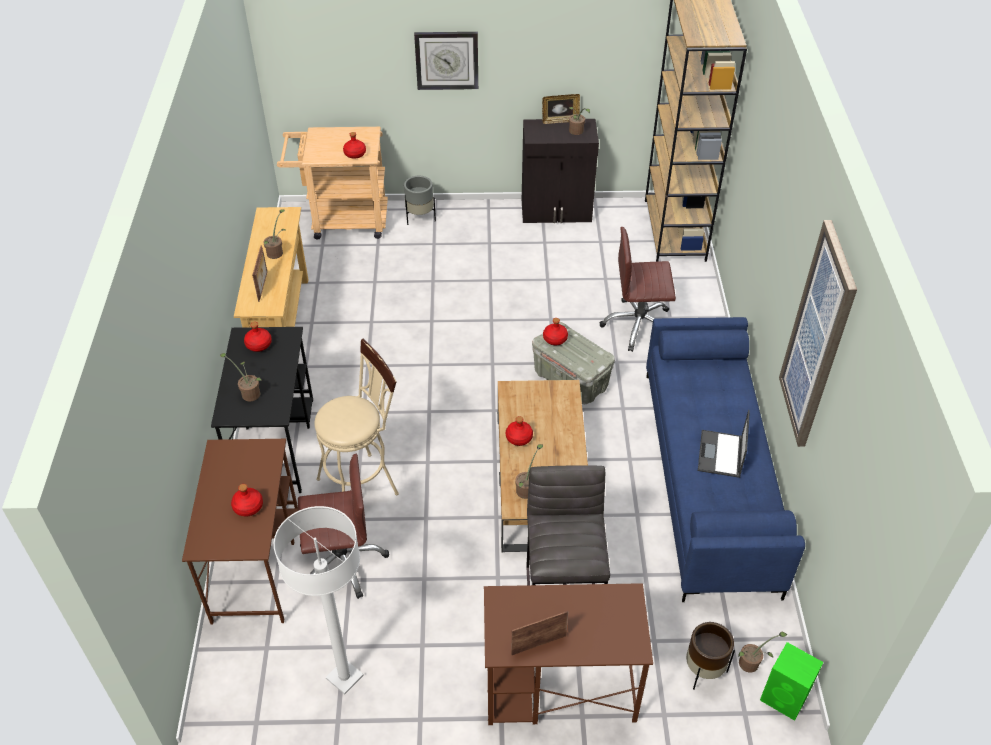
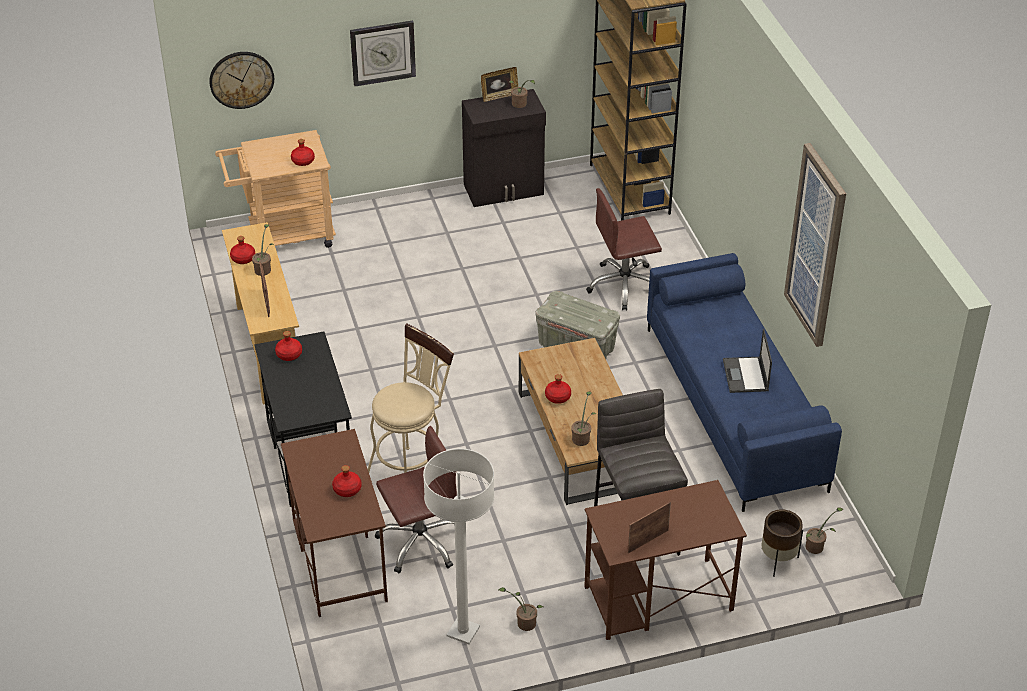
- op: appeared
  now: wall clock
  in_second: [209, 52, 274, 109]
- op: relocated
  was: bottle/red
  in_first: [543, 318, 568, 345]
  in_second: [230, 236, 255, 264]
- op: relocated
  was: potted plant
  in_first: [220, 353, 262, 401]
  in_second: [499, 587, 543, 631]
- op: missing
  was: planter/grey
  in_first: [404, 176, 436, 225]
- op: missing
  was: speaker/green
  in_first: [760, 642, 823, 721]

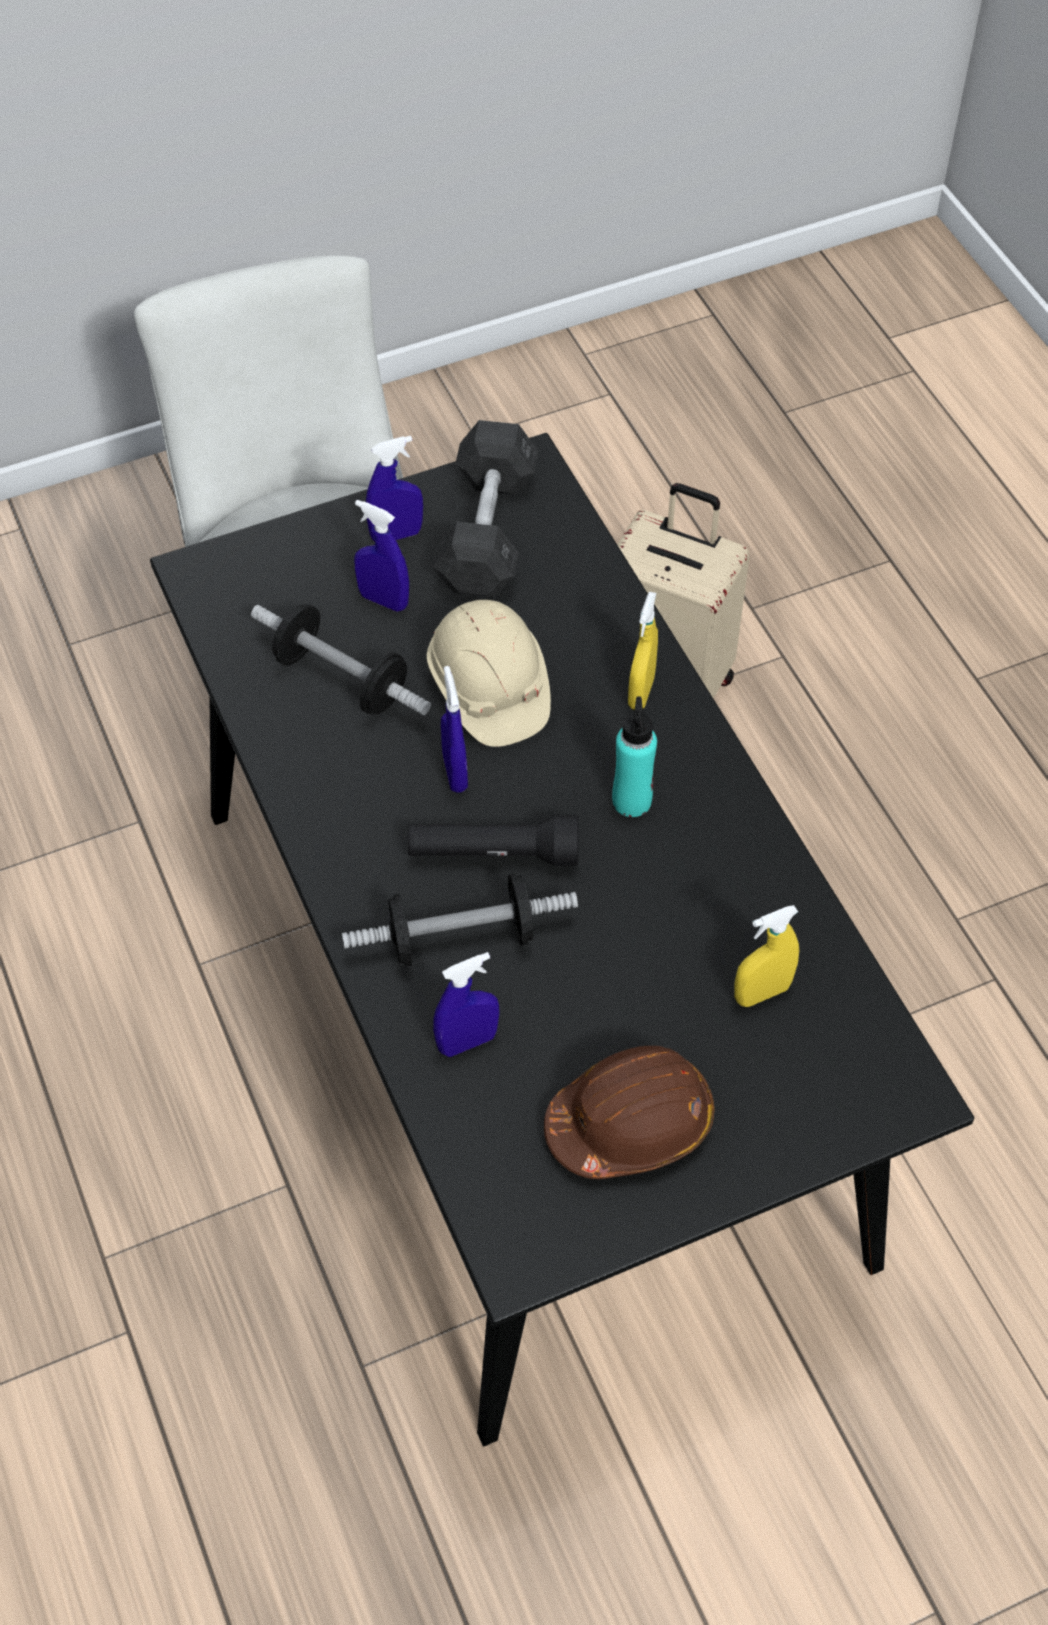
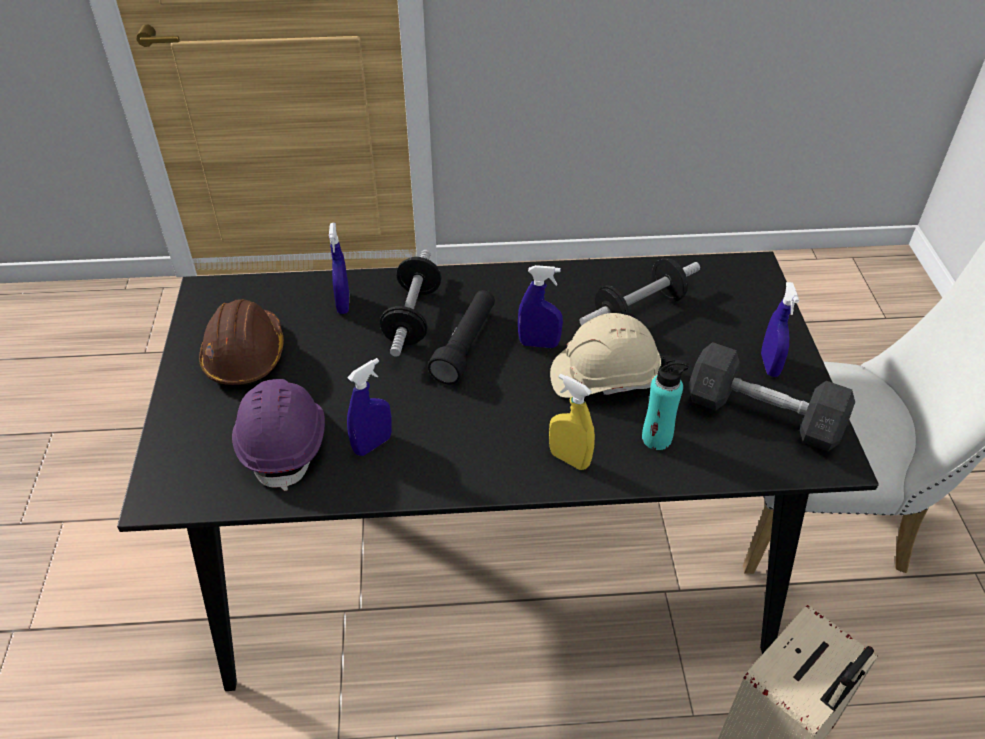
- op: exchanged
  was: spray bottle/yellow
  now: hard hat/purple
  in_first: [734, 905, 799, 1007]
  in_second: [232, 379, 325, 491]
- op: relocated
  was: spray bottle/blue
  in_first: [354, 500, 409, 612]
  in_second: [347, 358, 392, 456]
- op: relocated
  was: bottle/turquoise
  in_first: [612, 697, 657, 817]
  in_second: [642, 356, 689, 450]

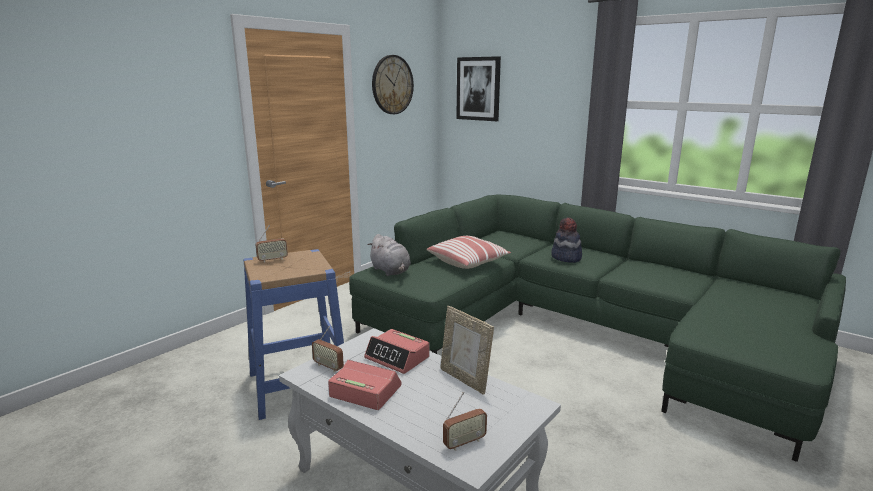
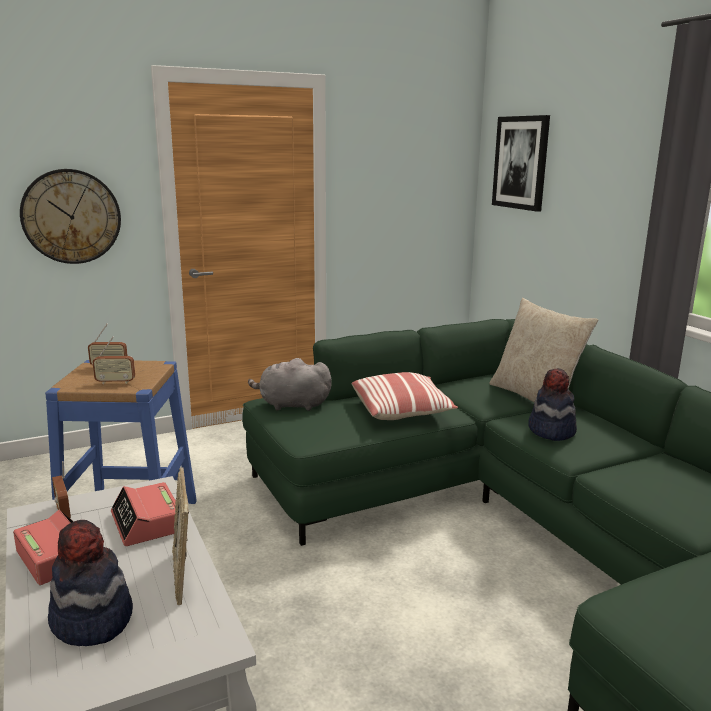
- op: relocated
  was: wall clock
  in_first: [372, 55, 414, 114]
  in_second: [20, 169, 121, 264]
- op: appeared
  now: hat
  in_second: [48, 520, 133, 646]
- op: relocated
  was: radio
  in_first: [443, 392, 487, 451]
  in_second: [92, 337, 135, 384]
- op: spun
  was: plush toy/grey
  in_first: [368, 234, 411, 276]
  in_second: [248, 358, 332, 411]
  clockwise: 105
- op: appeared
  now: pillow/beige
  in_second: [489, 298, 598, 402]

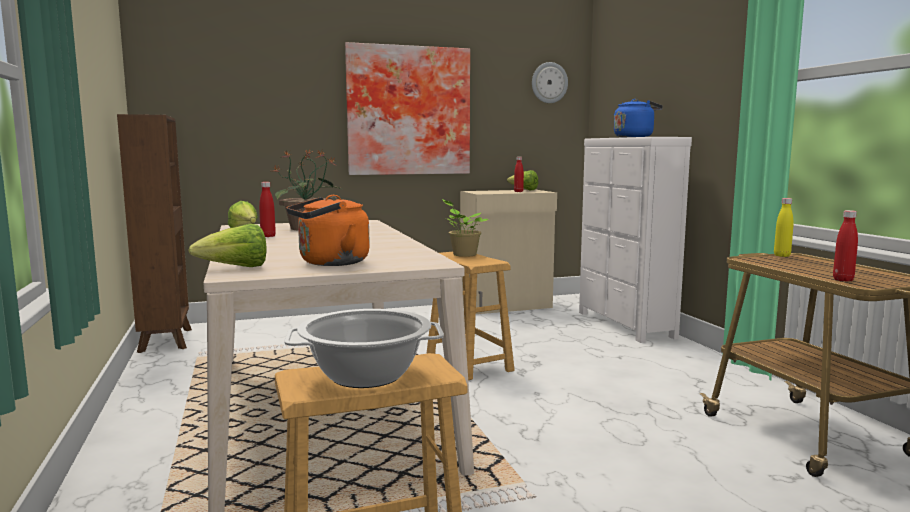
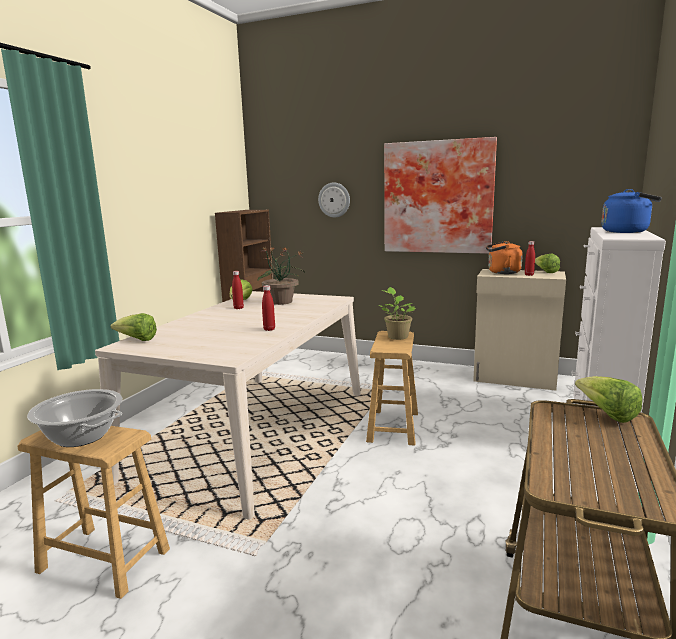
- op: relocated
  was: bottle/red
  in_first: [833, 210, 858, 282]
  in_second: [262, 285, 275, 331]
- op: relocated
  was: wall clock
  in_first: [532, 62, 568, 103]
  in_second: [318, 182, 350, 218]
- op: relocated
  was: kettle/orange
  in_first: [287, 195, 370, 266]
  in_second: [486, 241, 523, 274]
- op: exchanged
  was: bottle/yellow
  now: lettuce
  in_first: [774, 198, 793, 257]
  in_second: [575, 376, 642, 423]

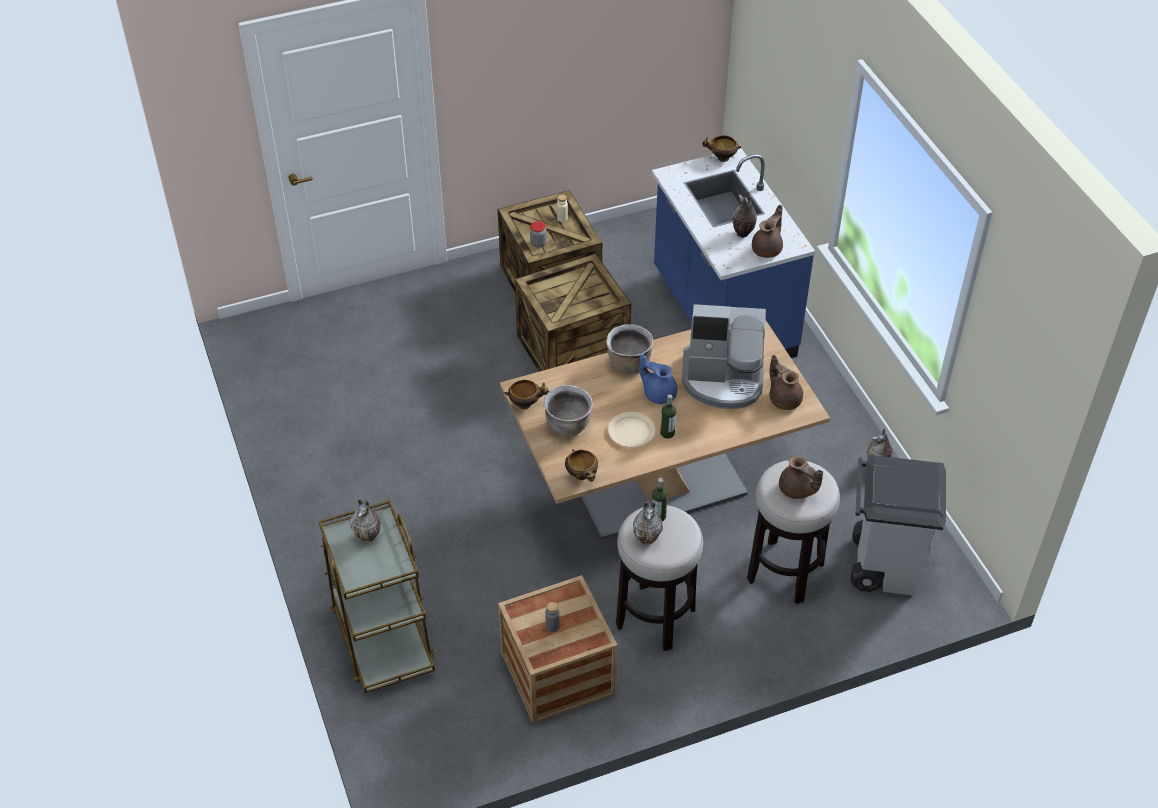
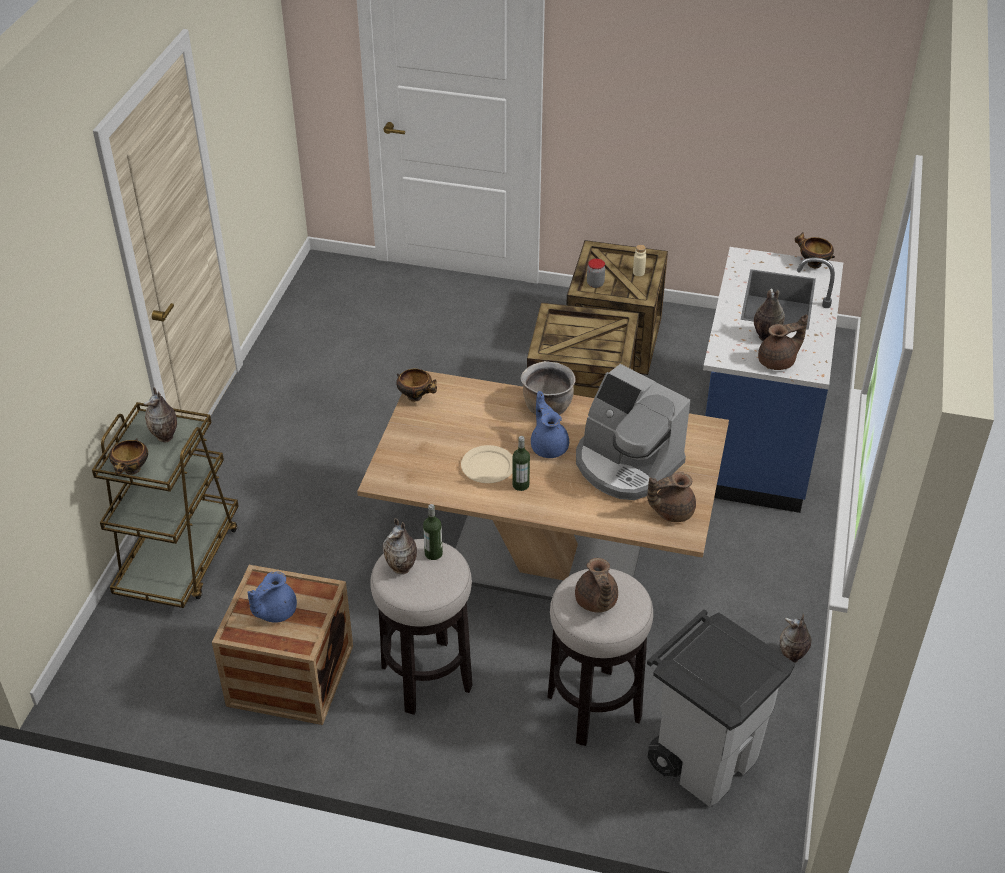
- op: relocated
  was: bowl
  in_first: [565, 449, 598, 482]
  in_second: [109, 439, 148, 475]
- op: exchanged
  was: bottle/grey
  now: teapot/blue
  in_first: [545, 602, 559, 632]
  in_second: [248, 571, 297, 623]
- op: spun
  was: teapot/brown
  in_first: [769, 355, 803, 410]
  in_second: [647, 472, 696, 522]
  clockwise: -105
- op: missing
  was: cooking pot/brown
  in_first: [544, 385, 593, 437]

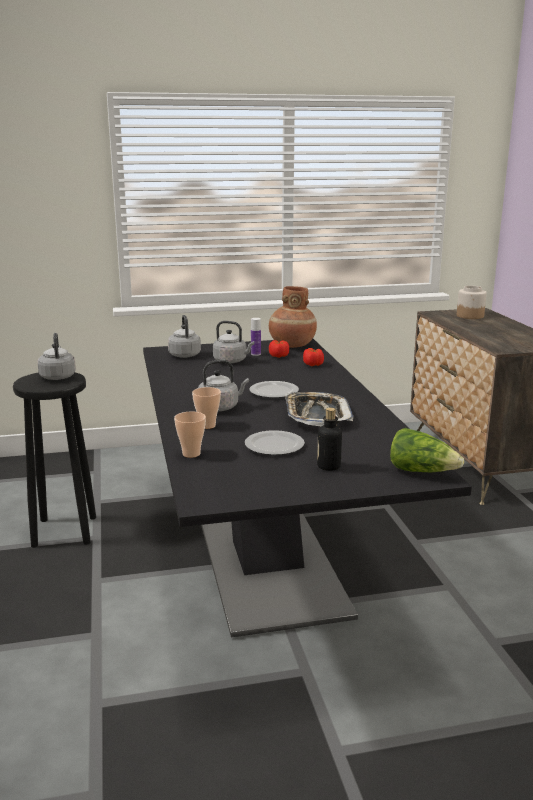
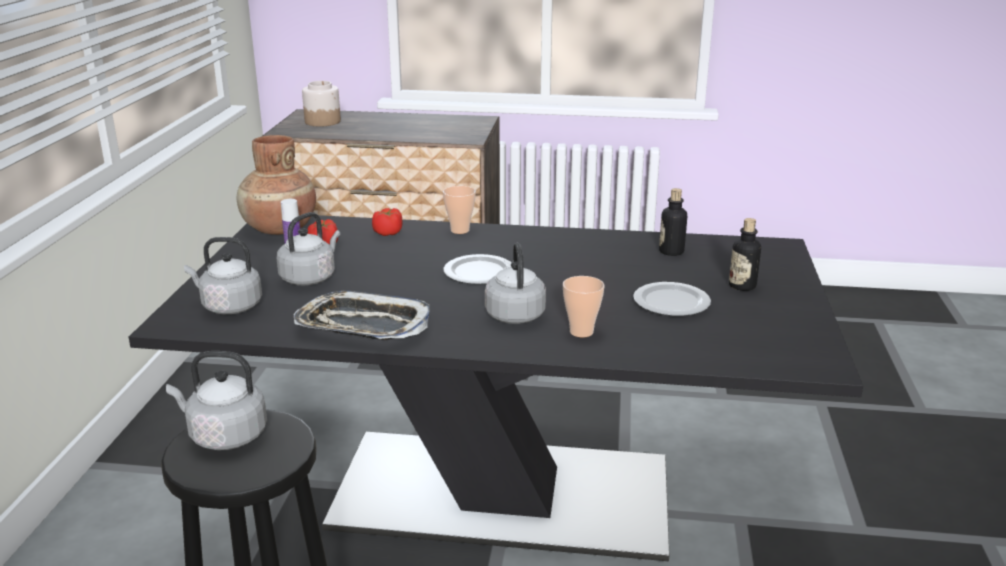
- op: relocated
  was: tray
  in_first: [285, 392, 354, 426]
  in_second: [294, 291, 430, 340]
- op: relocated
  was: cup
  in_first: [174, 411, 206, 458]
  in_second: [443, 186, 476, 234]
- op: appeared
  now: bottle
  in_second: [659, 188, 687, 256]
- op: missing
  was: lettuce
  in_first: [390, 428, 464, 472]

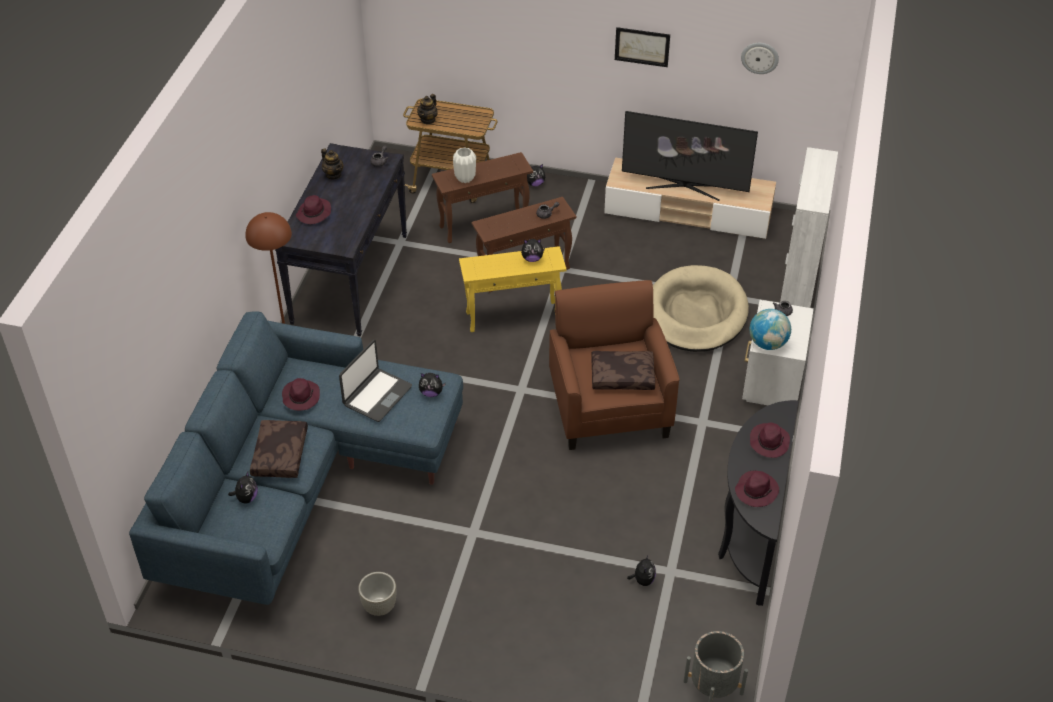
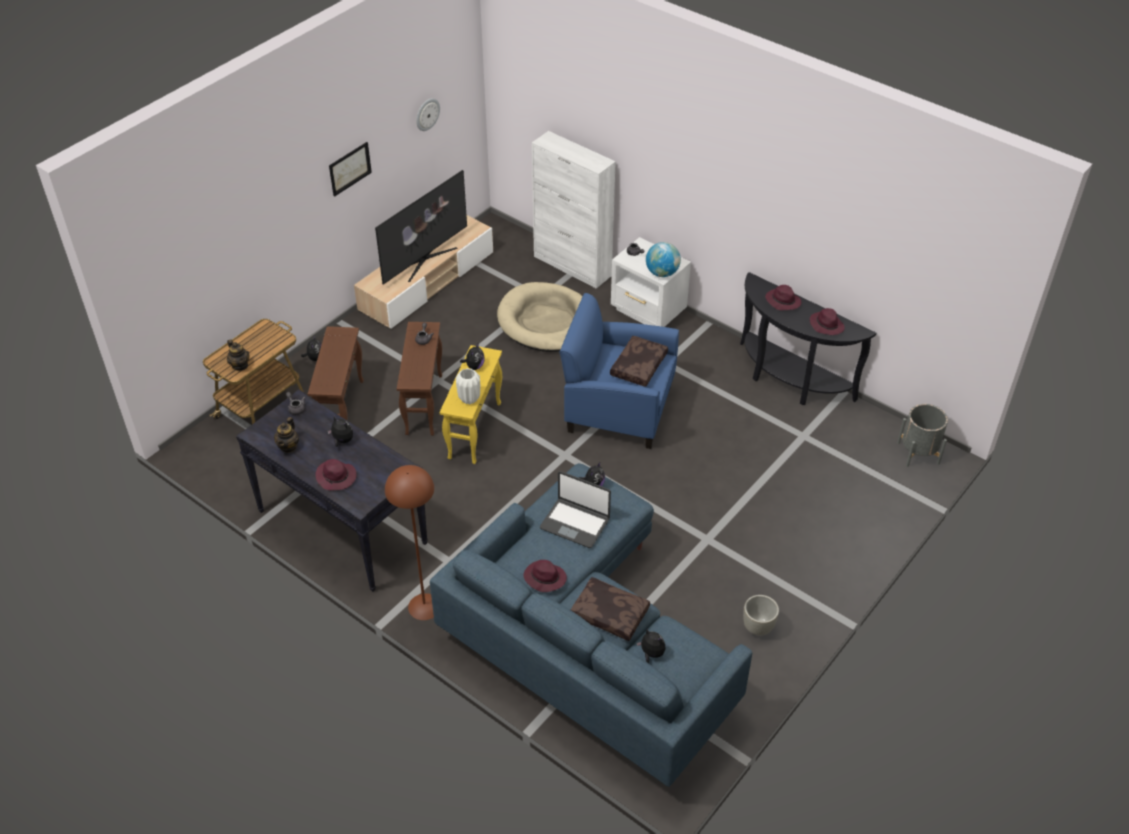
- op: spun
  was: teapot
  in_first: [321, 148, 344, 179]
  in_second: [274, 417, 299, 453]
  clockwise: 120
- op: relocated
  was: plush toy
  in_first: [627, 554, 656, 586]
  in_second: [327, 416, 353, 447]
- op: relocated
  was: vase/white
  in_first: [453, 147, 476, 183]
  in_second: [456, 368, 480, 404]
- op: spun
  was: laptop
  in_first: [339, 340, 412, 422]
  in_second: [540, 471, 611, 548]
  clockwise: 150
- op: colour
  was: armchair/brown
  now: armchair/blue
  in_first: [549, 280, 680, 450]
  in_second: [560, 293, 679, 449]

